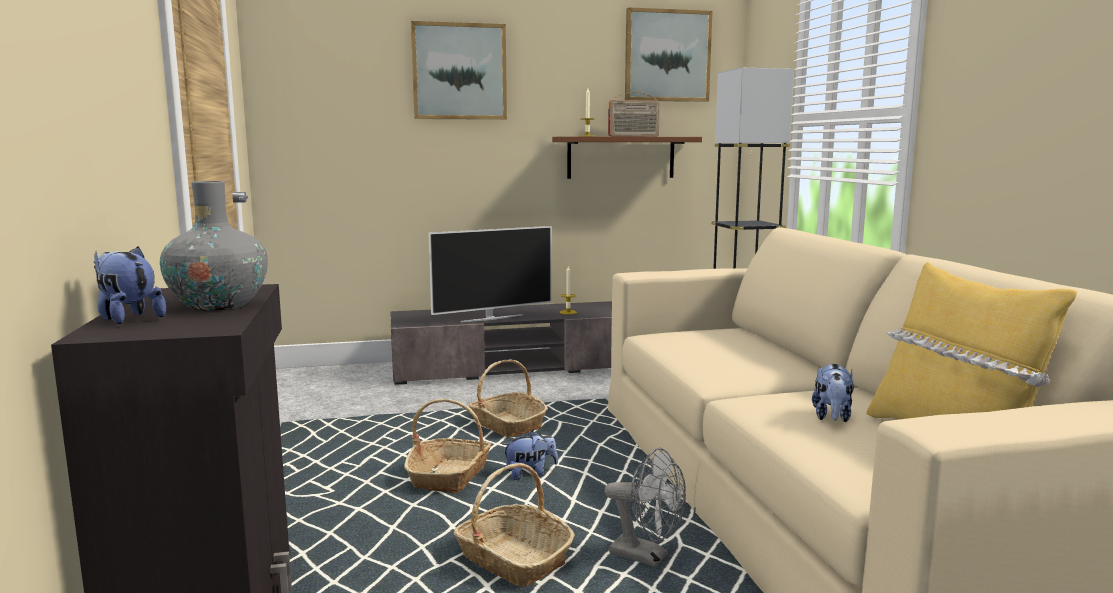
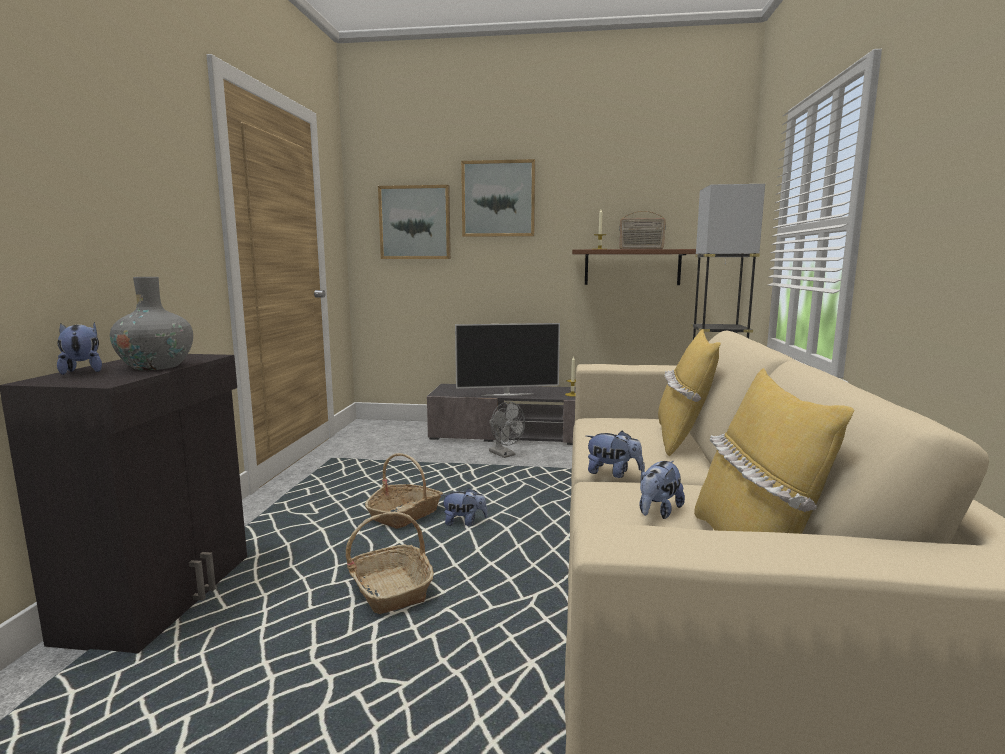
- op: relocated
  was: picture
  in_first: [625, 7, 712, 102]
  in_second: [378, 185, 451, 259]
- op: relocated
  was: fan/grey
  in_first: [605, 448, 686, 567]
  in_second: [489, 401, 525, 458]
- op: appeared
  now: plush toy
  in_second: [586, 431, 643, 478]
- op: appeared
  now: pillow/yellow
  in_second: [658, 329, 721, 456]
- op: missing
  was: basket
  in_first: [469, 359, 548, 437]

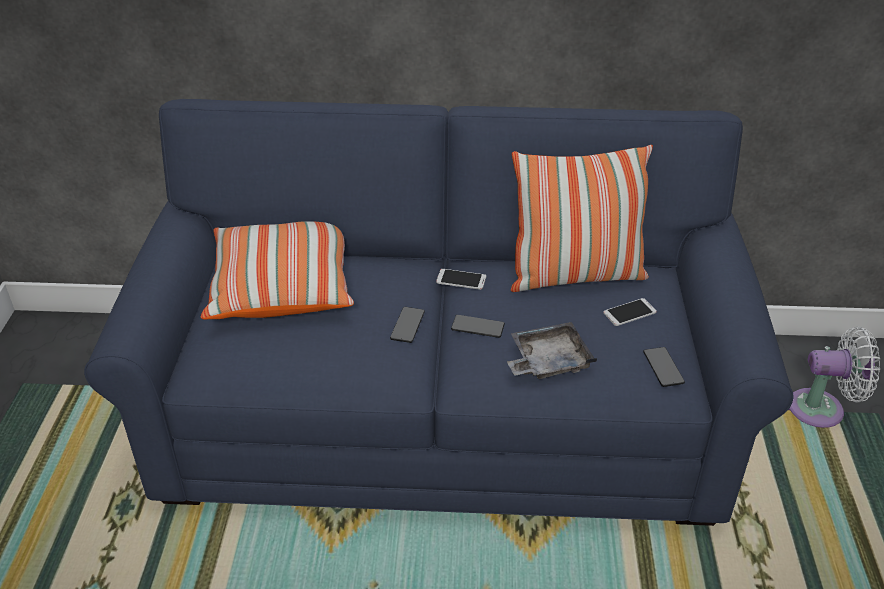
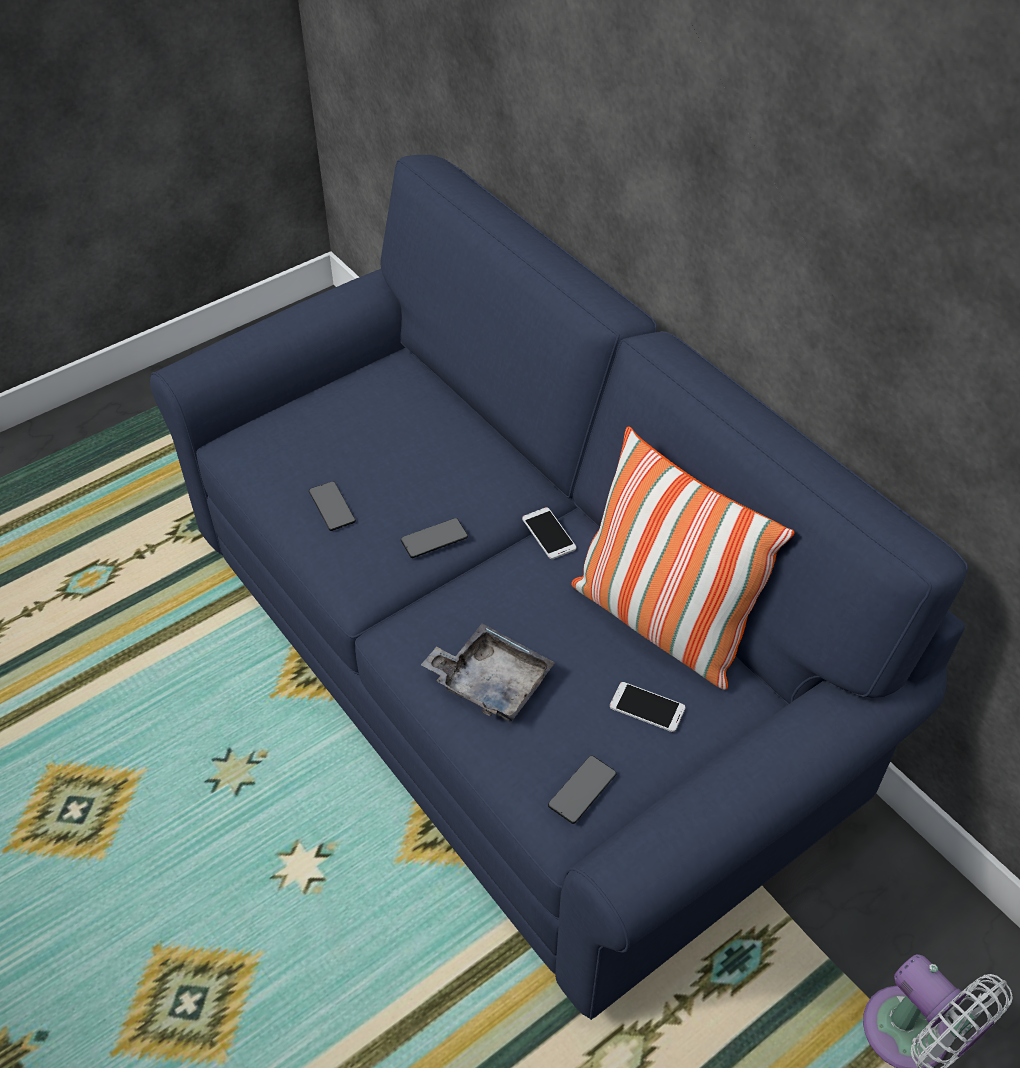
- op: relocated
  was: phone
  in_first: [451, 315, 505, 338]
  in_second: [309, 481, 356, 531]
- op: missing
  was: pillow
  in_first: [201, 221, 354, 320]

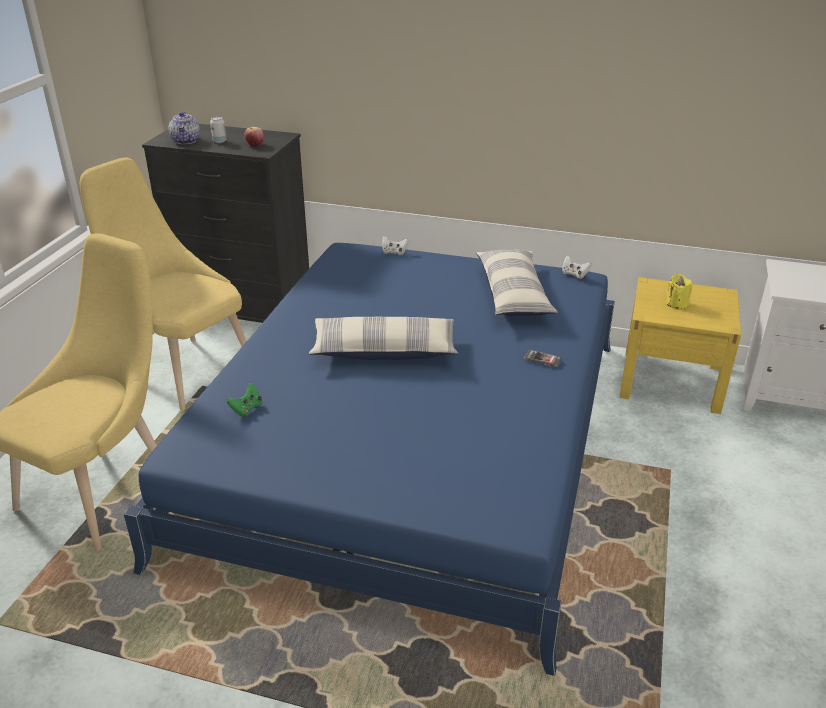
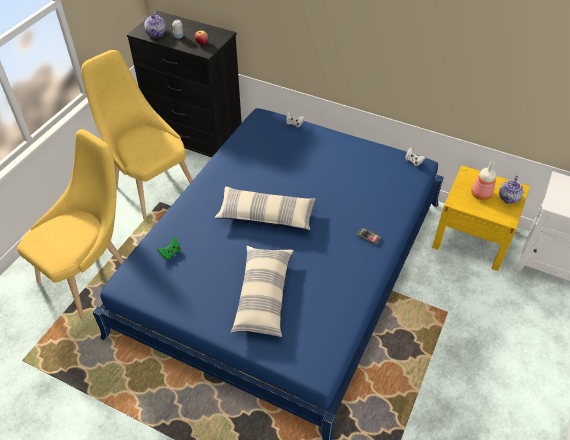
- op: relocated
  was: pillow
  in_first: [476, 249, 558, 316]
  in_second: [231, 246, 294, 337]
- op: exchanged
  was: candle/yellow
  now: bottle
  in_first: [666, 274, 692, 309]
  in_second: [471, 161, 497, 200]
- op: appeared
  now: teapot
  in_second: [499, 176, 524, 204]

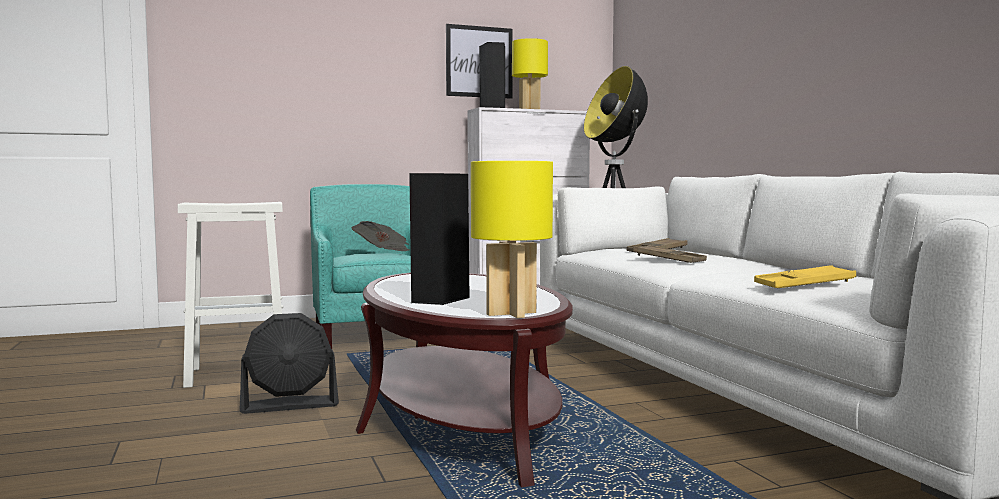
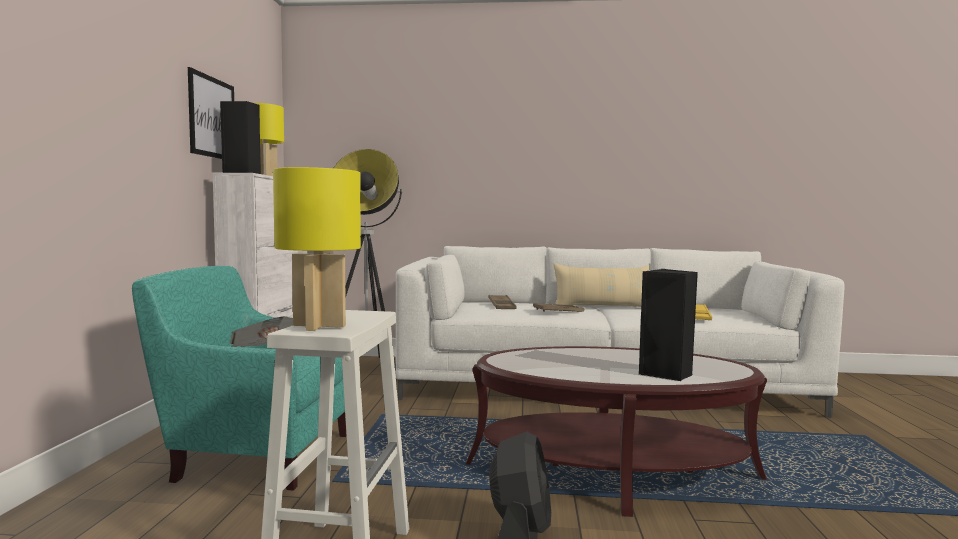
- op: relocated
  was: table lamp/yellow
  in_first: [471, 161, 553, 318]
  in_second: [273, 167, 361, 331]
- op: appeared
  now: pillow/beige
  in_second: [554, 263, 649, 307]

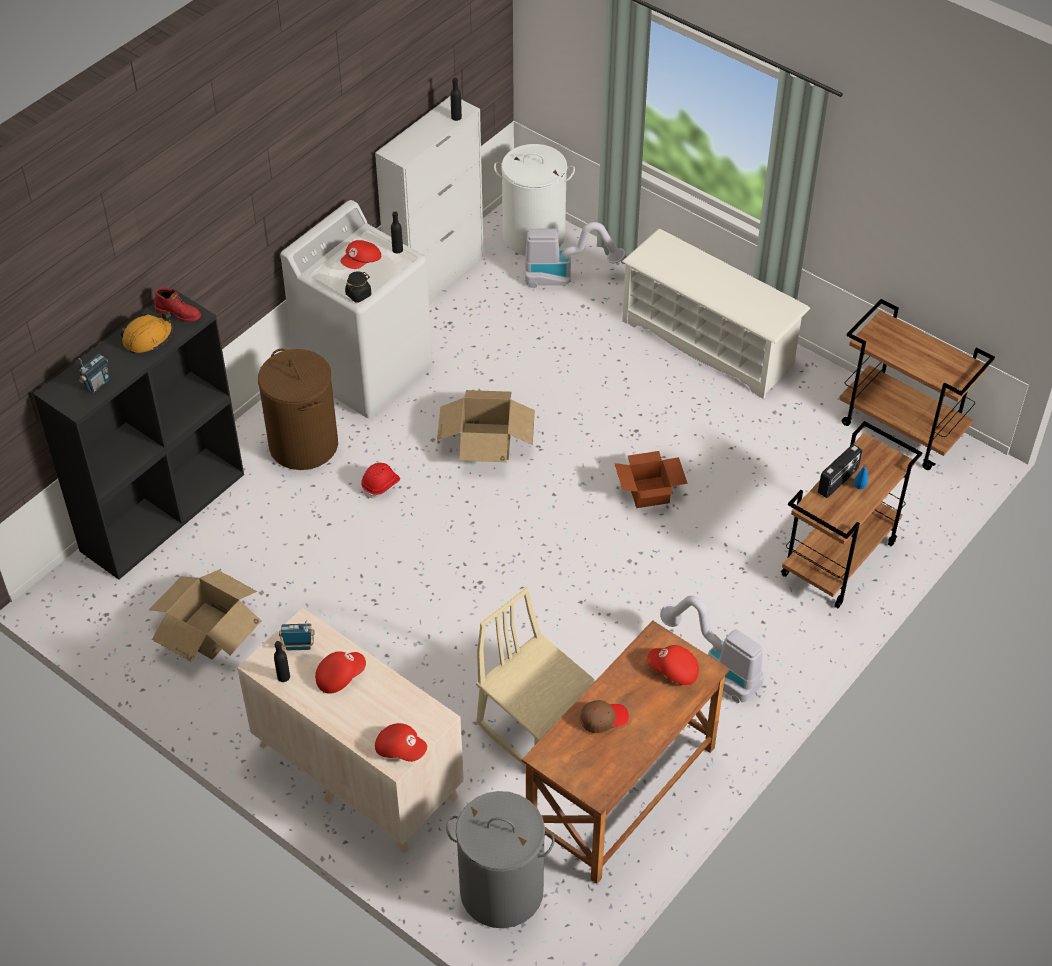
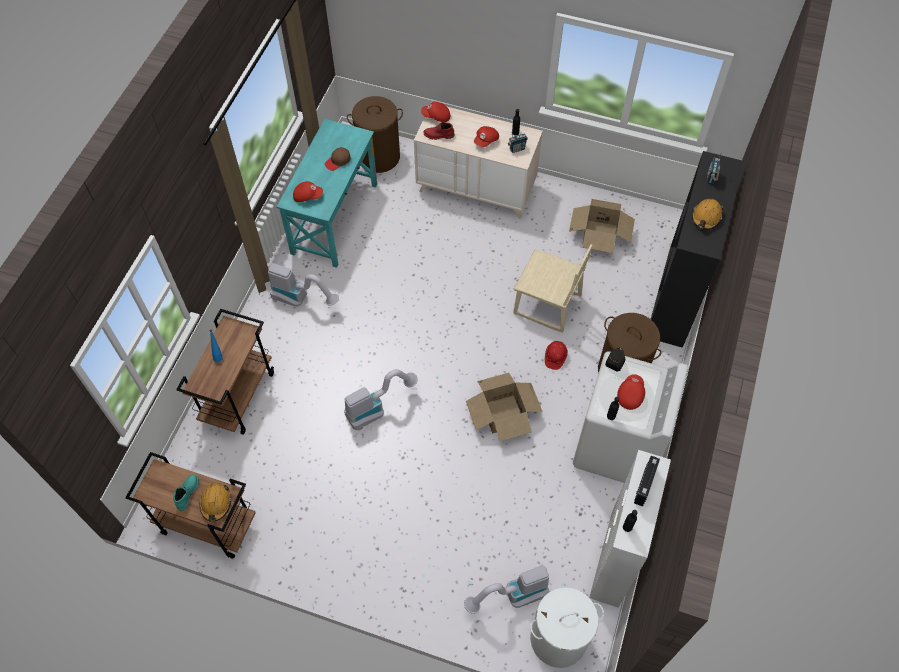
- op: appeared
  now: boot/turquoise
  in_second: [173, 474, 199, 511]
- op: appeared
  now: hard hat/orange
  in_second: [199, 483, 231, 522]
- op: colour
  was: desk/brown
  now: desk/turquoise
  in_first: [522, 620, 730, 884]
  in_second: [277, 119, 377, 268]
- op: exchanged
  was: cardboard box
  now: vacuum cleaner
  in_first: [614, 451, 688, 508]
  in_second: [344, 369, 417, 431]
- op: colour
  was: laundry basket/grey
  now: laundry basket/brown
  in_first: [446, 791, 555, 928]
  in_second: [347, 96, 403, 173]
- op: relocated
  was: boot/red
  in_first: [154, 287, 201, 322]
  in_second: [423, 122, 454, 140]
- op: relocated
  was: chair/beige
  in_first: [476, 587, 596, 767]
  in_second: [513, 244, 592, 333]
- op: relocated
  was: radio
  in_first: [818, 444, 862, 498]
  in_second: [634, 456, 660, 506]
- op: missing
  was: shoe rack/white
  in_first: [622, 229, 810, 399]

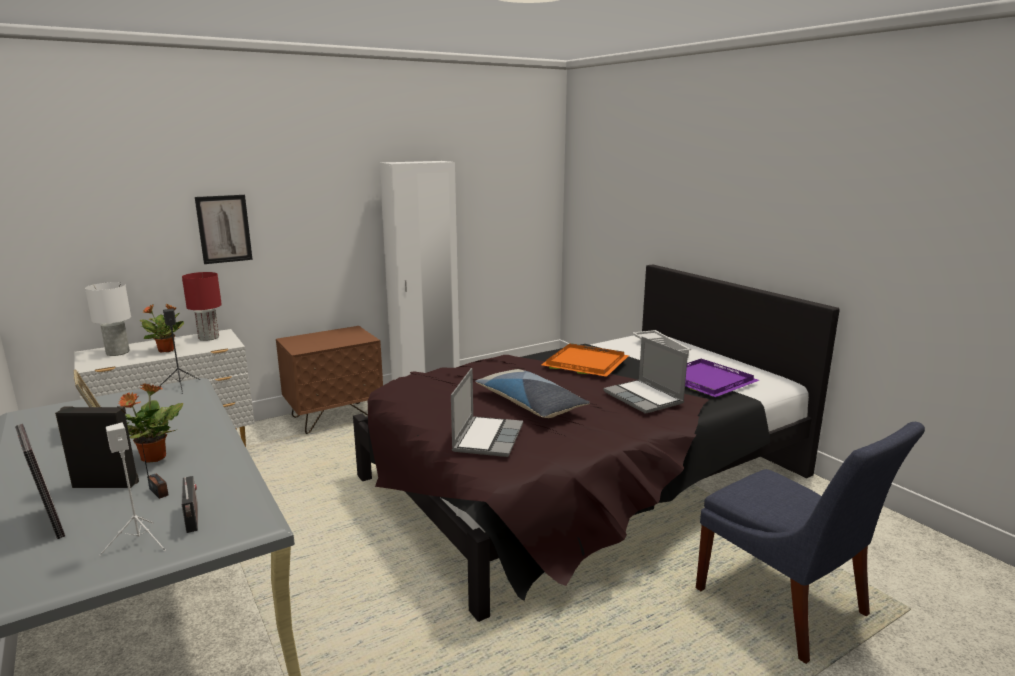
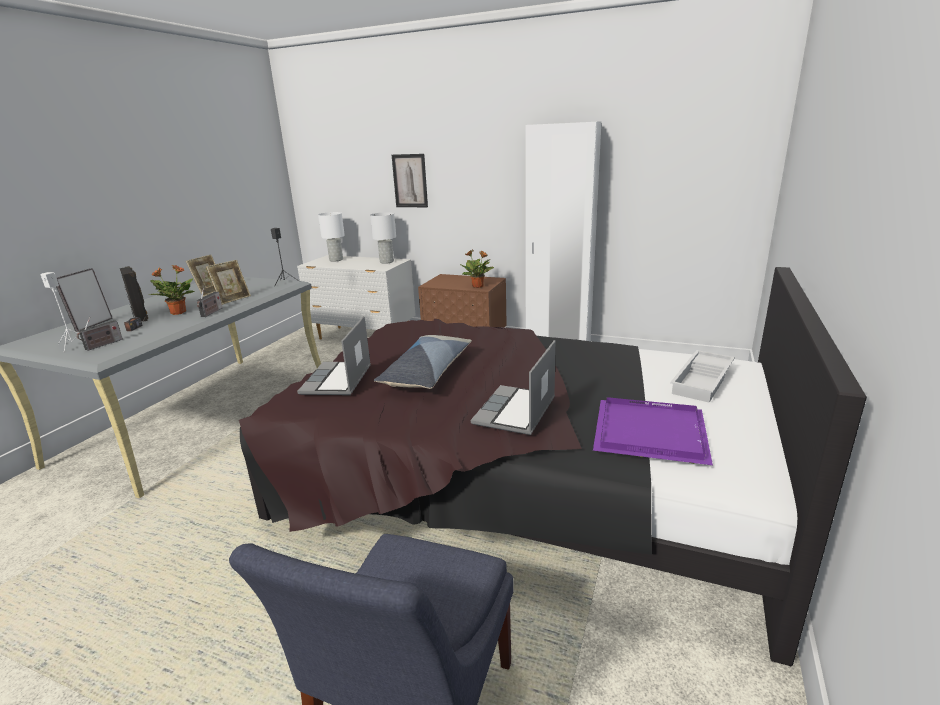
- op: appeared
  now: radio
  in_second: [197, 288, 222, 317]
- op: appeared
  now: picture frame
  in_second: [206, 260, 251, 305]
- op: spun
  was: laptop
  in_first: [451, 368, 523, 457]
  in_second: [297, 316, 371, 395]
  clockwise: 120
- op: colour
  was: table lamp/red
  now: table lamp/white
  in_first: [182, 272, 222, 341]
  in_second: [370, 212, 396, 264]
- op: relocated
  was: potted plant
  in_first: [139, 304, 185, 352]
  in_second: [460, 249, 494, 288]
- op: missing
  was: tray/orange
  in_first: [541, 343, 629, 377]

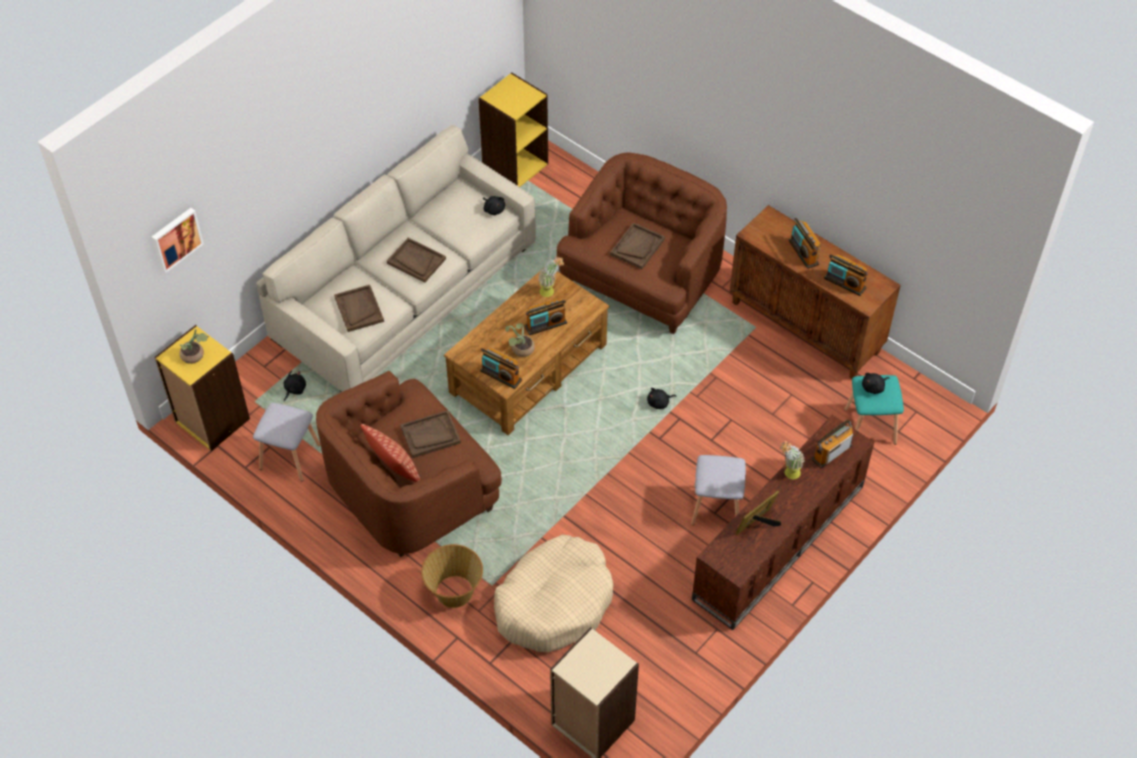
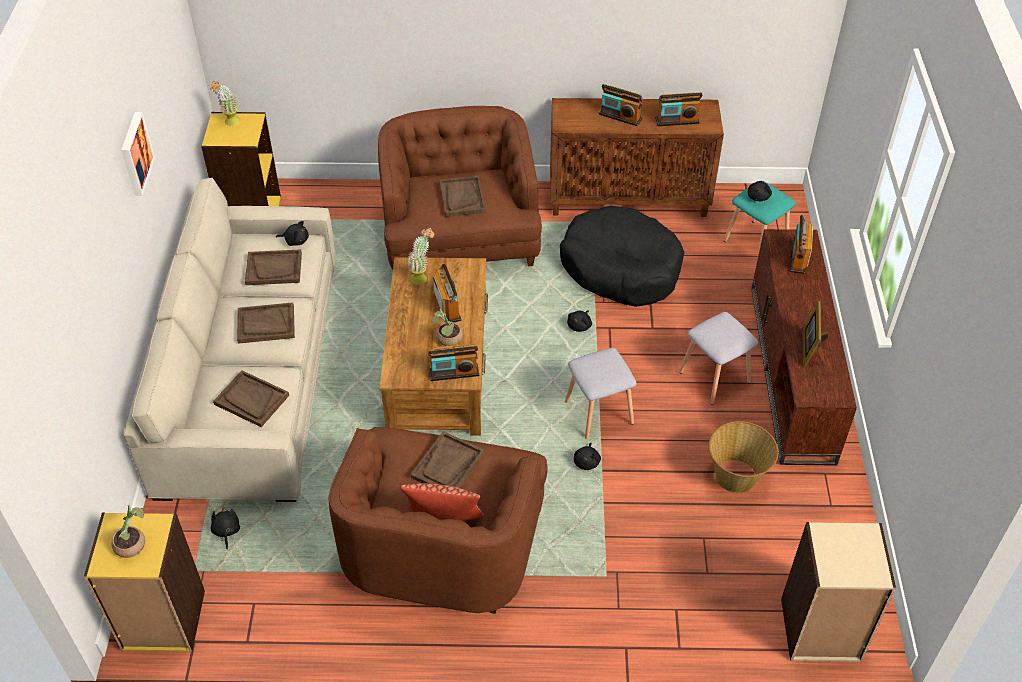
- op: relocated
  was: picture
  in_first: [152, 208, 204, 273]
  in_second: [121, 112, 155, 196]
- op: relocated
  was: potted plant
  in_first: [780, 441, 805, 480]
  in_second: [209, 80, 240, 126]
- op: appeared
  now: tray/brown
  in_second: [245, 249, 302, 285]
- op: spun
  was: radio
  in_first: [525, 298, 567, 335]
  in_second: [433, 264, 461, 322]
  clockwise: -45
- op: appeared
  now: dog bed/black
  in_second: [560, 206, 684, 307]
- op: relocated
  was: stool/grey
  in_first: [253, 402, 321, 482]
  in_second: [565, 348, 637, 439]
- op: appeared
  now: plush toy/black
  in_second: [574, 443, 601, 470]
- op: relocated
  was: basket
  in_first: [421, 544, 483, 608]
  in_second: [709, 421, 779, 493]
- op: missing
  was: dog bed/beige
  in_first: [494, 534, 613, 652]

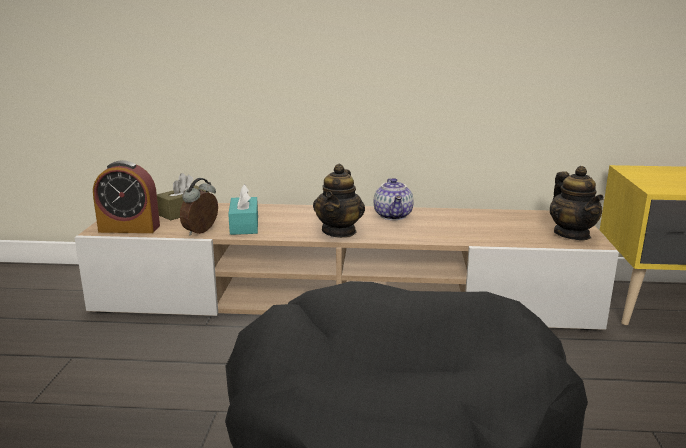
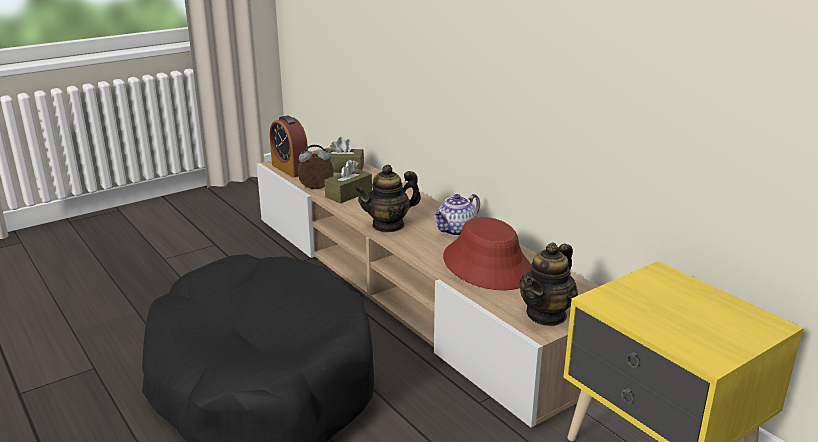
- op: colour
  was: tissue box/turquoise
  now: tissue box/brown
  in_first: [228, 184, 258, 235]
  in_second: [324, 160, 372, 203]
- op: appeared
  now: hat/red
  in_second: [443, 217, 531, 290]

